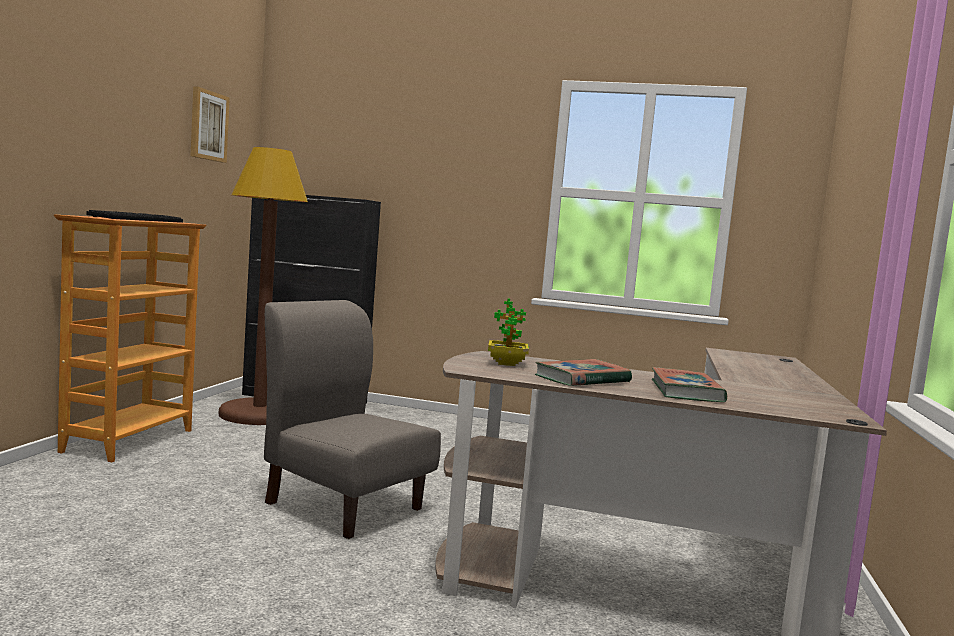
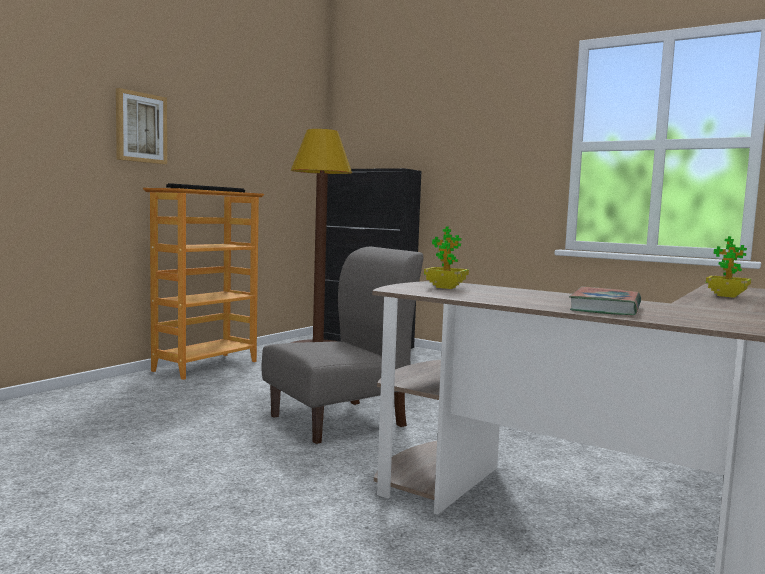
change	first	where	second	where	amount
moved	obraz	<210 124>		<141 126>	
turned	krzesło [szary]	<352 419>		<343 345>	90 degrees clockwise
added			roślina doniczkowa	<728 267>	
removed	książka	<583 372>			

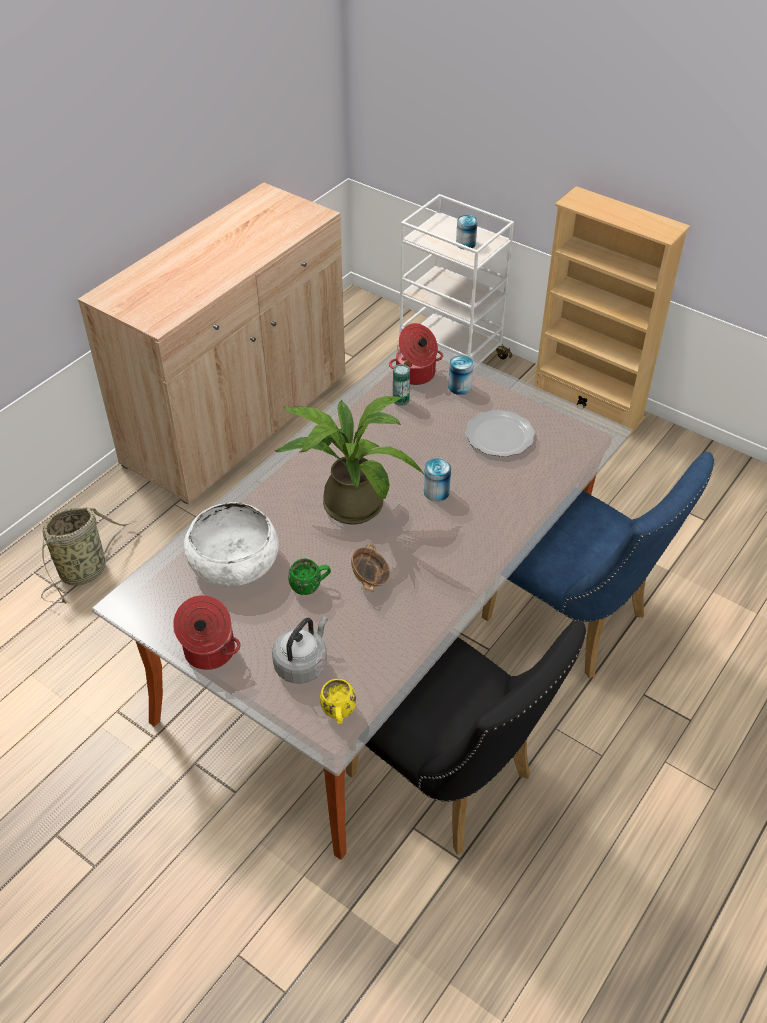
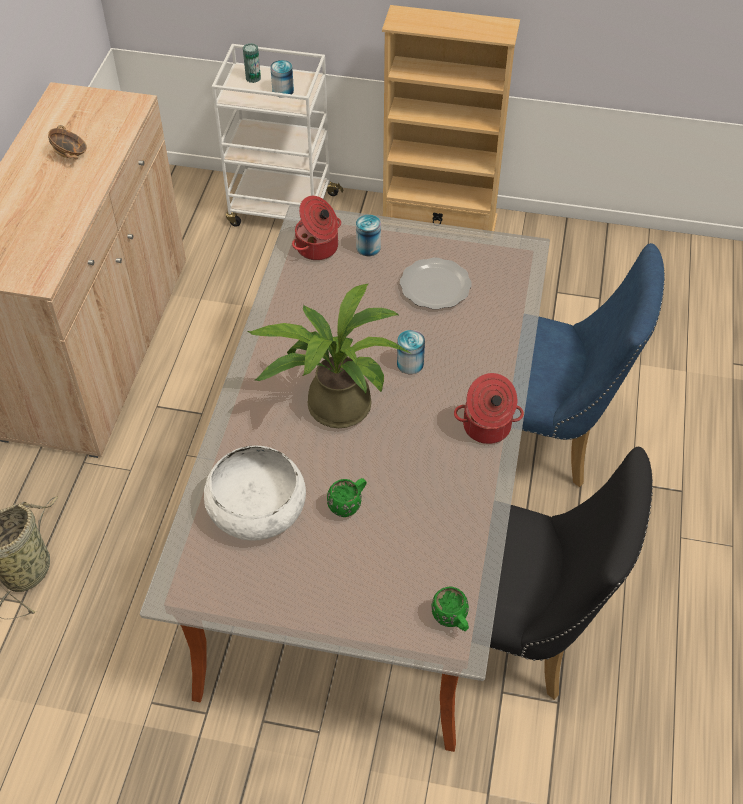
change	first	where	second	where	amount
moved	miska	<370 567>		<67 142>	
moved	puszka	<401 385>		<252 63>	
recoloured	kubek [żółty]	<338 701>	kubek [zielony]	<450 609>	
moved	garnek	<206 632>		<489 408>	
removed	czajnik [szary]	<300 650>			

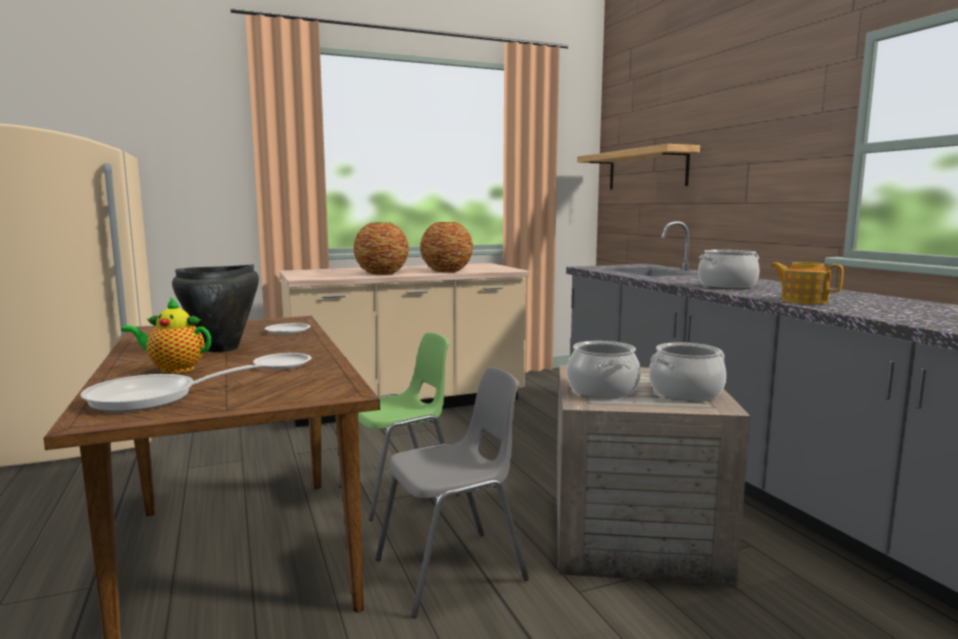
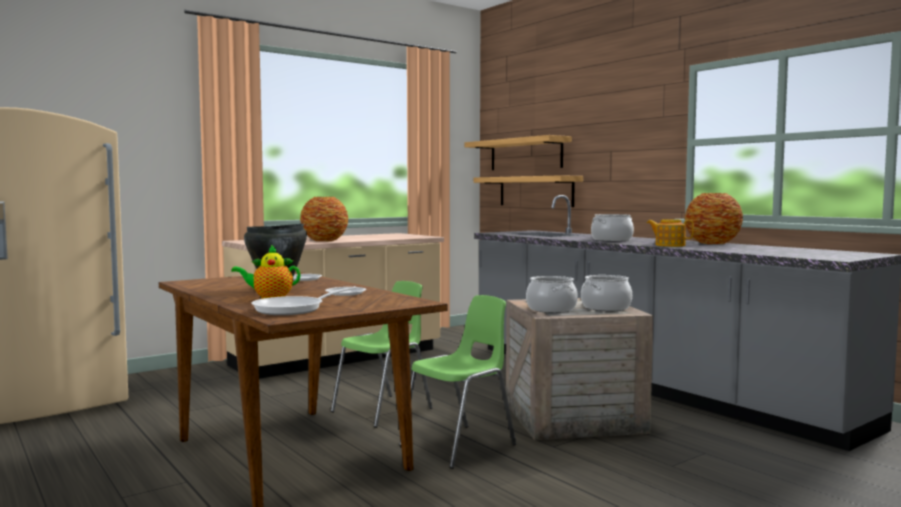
change	first	where	second	where	amount
recoloured	krzesło [szary]	<452 492>	krzesło [zielony]	<457 382>	
added			półka	<528 191>	
moved	wazon	<446 247>		<714 218>	

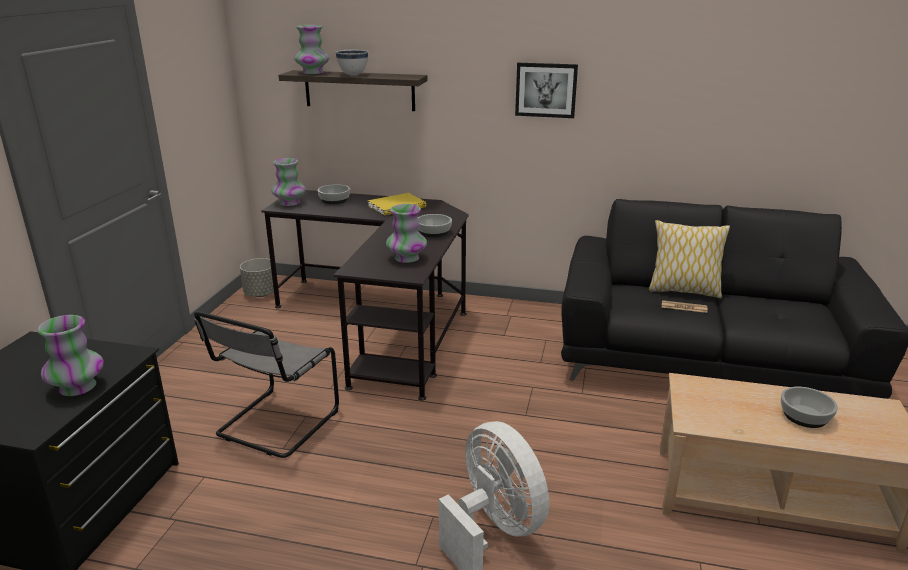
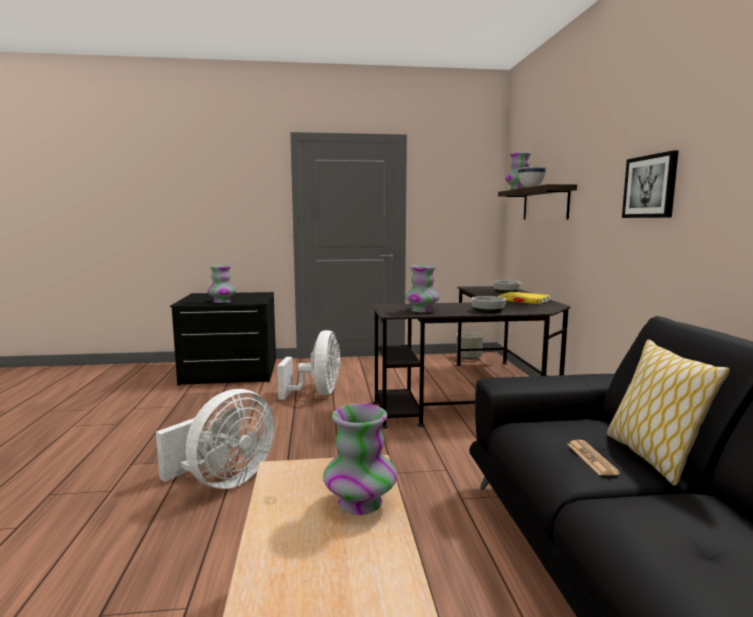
change	first	where	second	where	amount
replaced	krzesło [szary]	<266 384>	wentylator [biały]	<308 365>	
moved	wazon	<288 182>		<360 459>	
removed	miska	<809 407>			

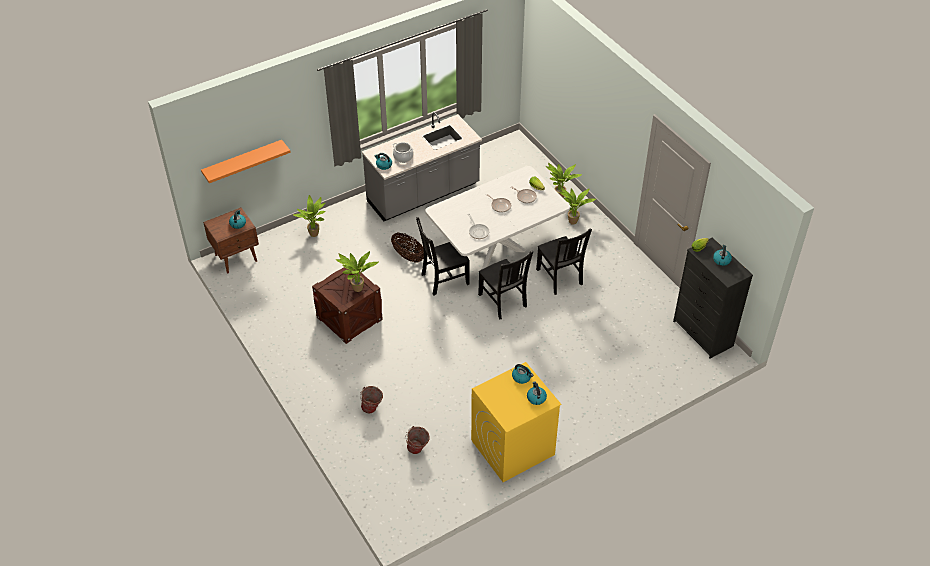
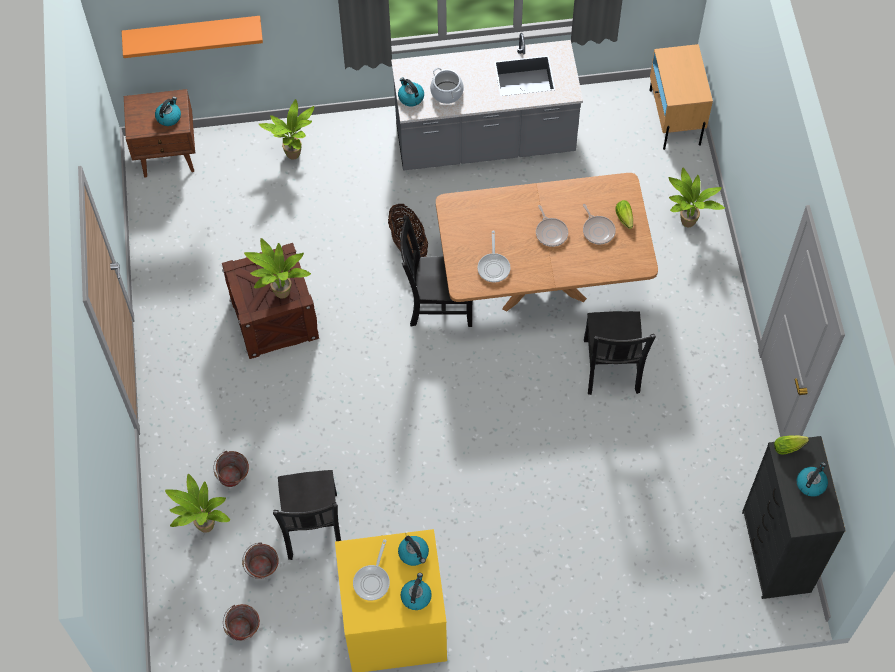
change	first	where	second	where	amount
moved	roślina doniczkowa	<577 206>		<197 503>	
added			wiadro	<241 622>	
moved	krzesło [czarny]	<506 285>		<307 515>	
added			patelnia	<371 570>	
recoloured	stół jadalny [biały]	<497 217>	stół jadalny [brązowy]	<547 242>	
added			szafka nocna [beżowy]	<681 97>	

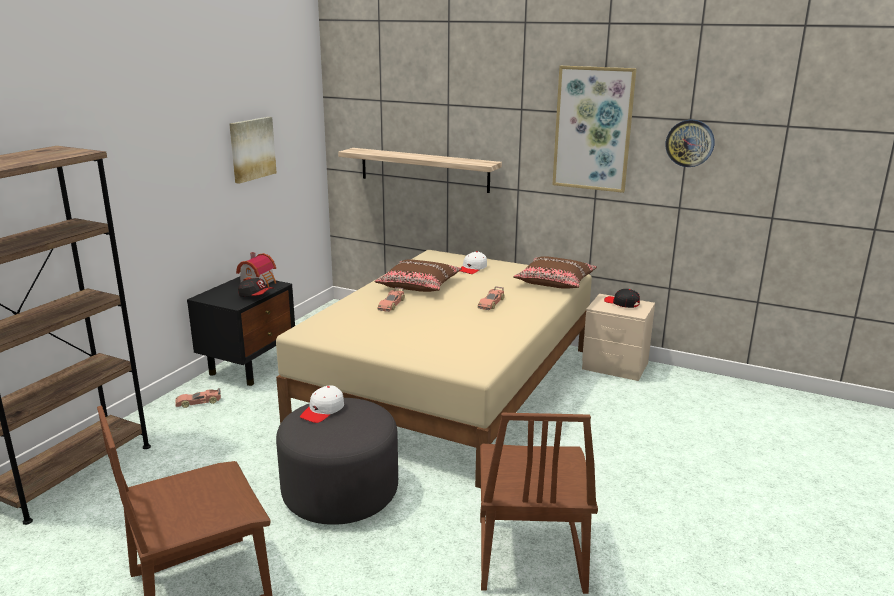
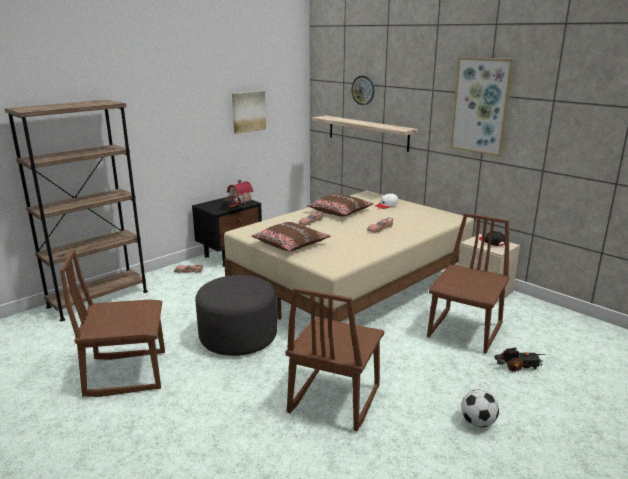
change	first	where	second	where	amount
moved	poduszka [brązowy]	<555 272>		<290 236>	
moved	zegar ścienny	<690 143>		<362 90>	
added			krzesło [brązowy]	<468 283>	
added			piłka futbolowa	<480 408>	
added			ciężarówka zabawkowa	<520 360>	
removed	czapka z daszkiem [biały]	<322 404>			

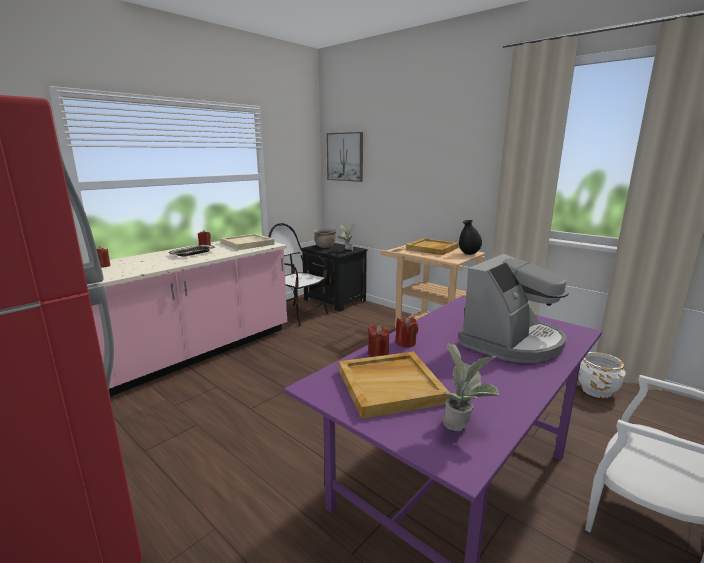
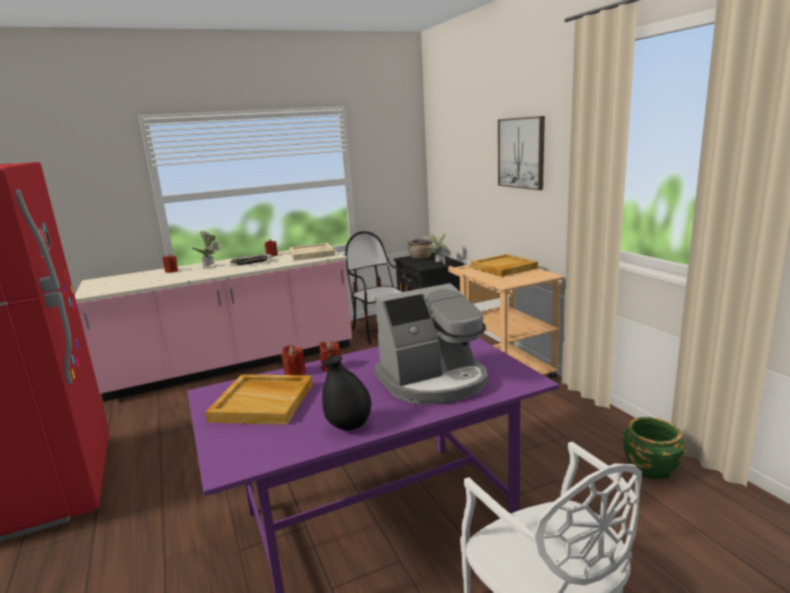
change	first	where	second	where	amount
moved	roślina doniczkowa	<471 387>		<206 249>	
moved	wazon [czarny]	<470 237>		<346 393>	
moved	obraz	<344 157>		<521 153>	
recoloured	donica [biały]	<602 375>	donica [zielony]	<654 449>	

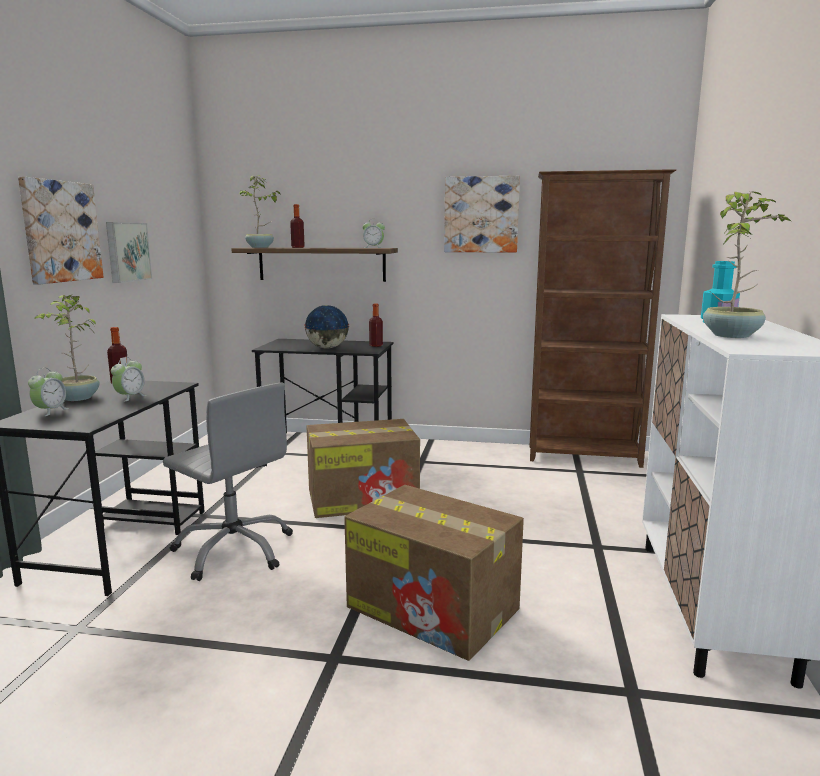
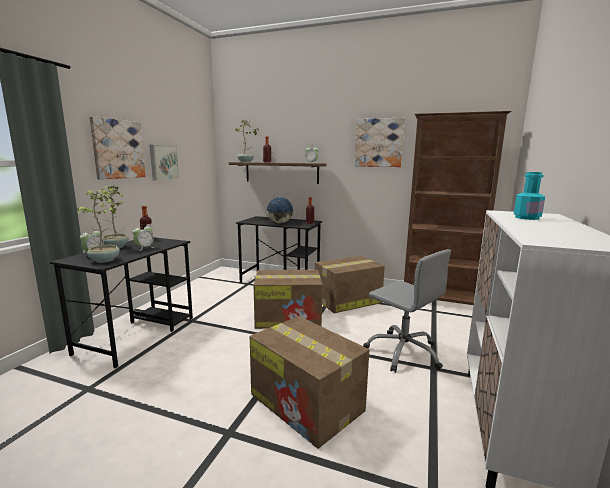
change	first	where	second	where	amount
moved	roślina doniczkowa	<747 265>		<98 226>	
added			karton	<350 284>	
moved	krzesło biurowe [szary]	<228 482>		<407 311>	

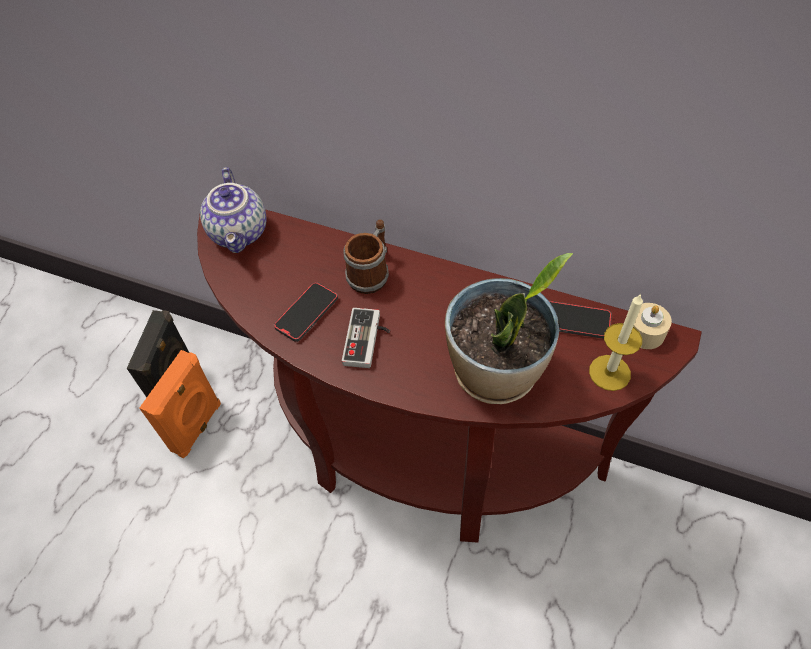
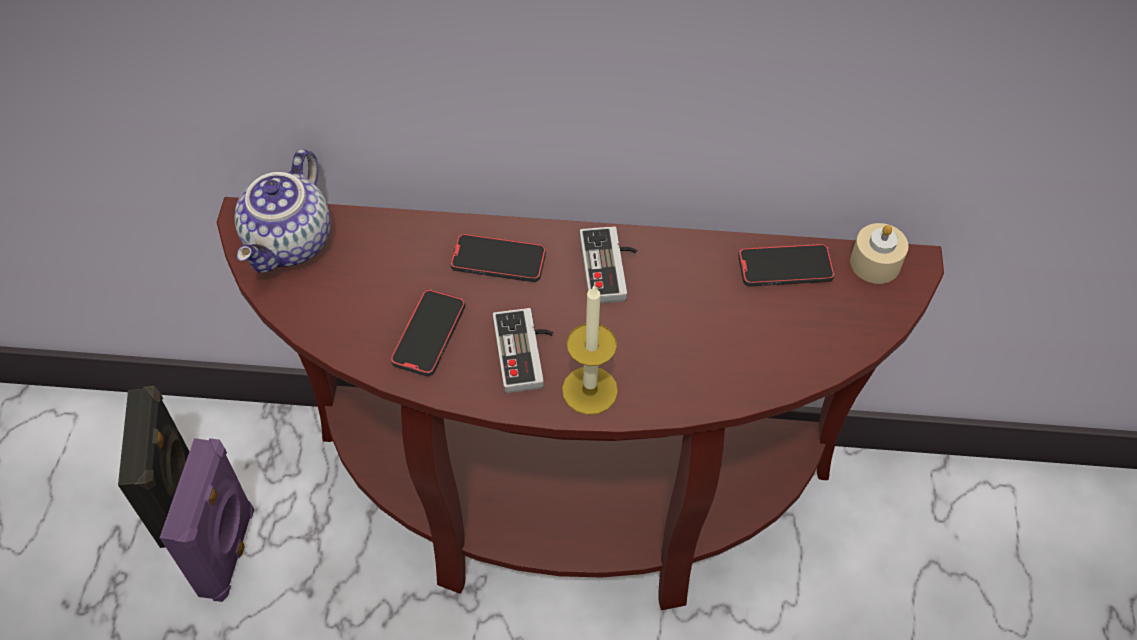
change	first	where	second	where	amount
recoloured	głośnik [pomarańczowy]	<180 404>	głośnik [fioletowy]	<207 520>	
turned	imbryk	<233 210>		<282 211>	45 degrees clockwise
replaced	kubek	<366 257>	telefon	<498 257>	
moved	świeca	<616 342>		<590 350>	
added			pad do gier	<608 264>	
removed	roślina doniczkowa	<509 328>			

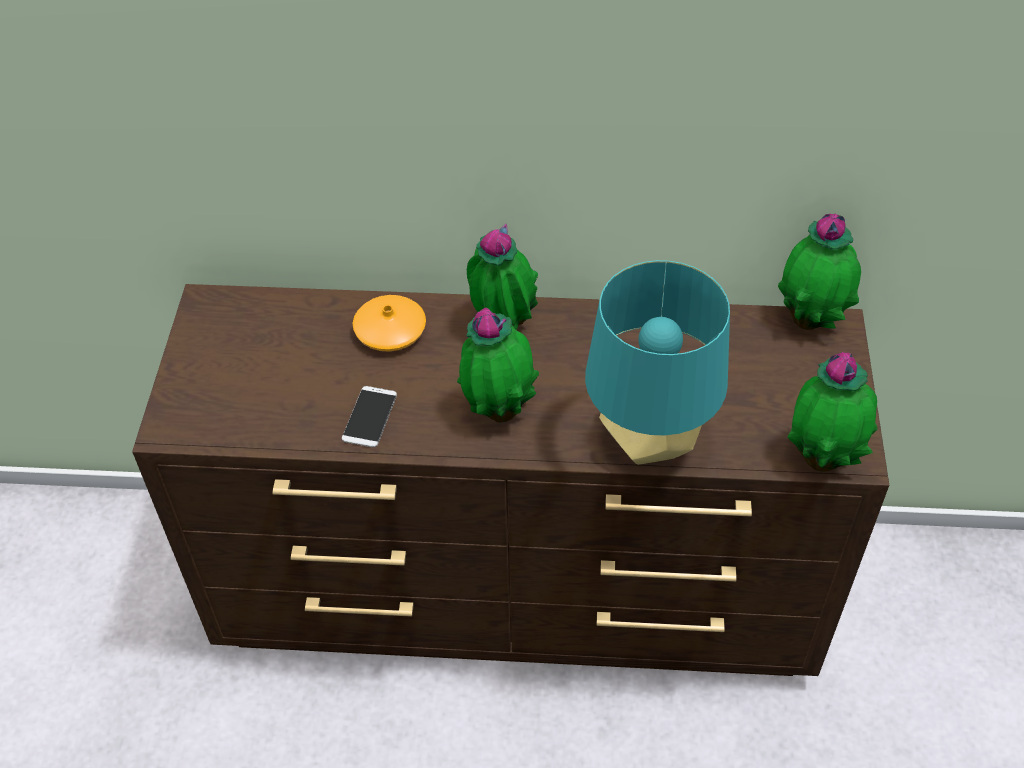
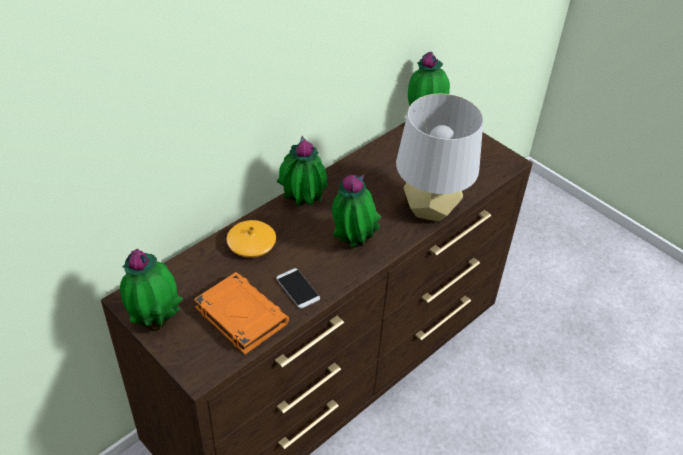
change	first	where	second	where	amount
moved	roślina doniczkowa	<833 412>		<151 289>	
added			książka [pomarańczowy]	<241 313>	
recoloured	lampa stołowa [turkusowy]	<657 362>	lampa stołowa [szary]	<439 157>	

